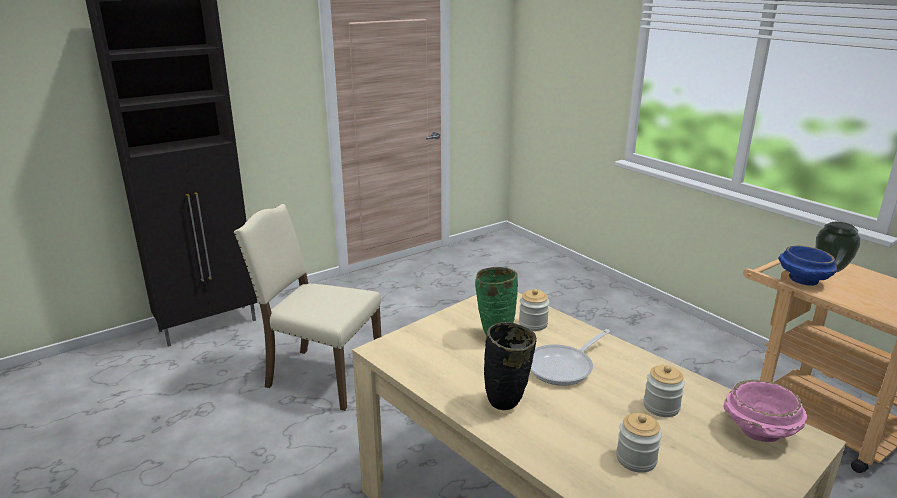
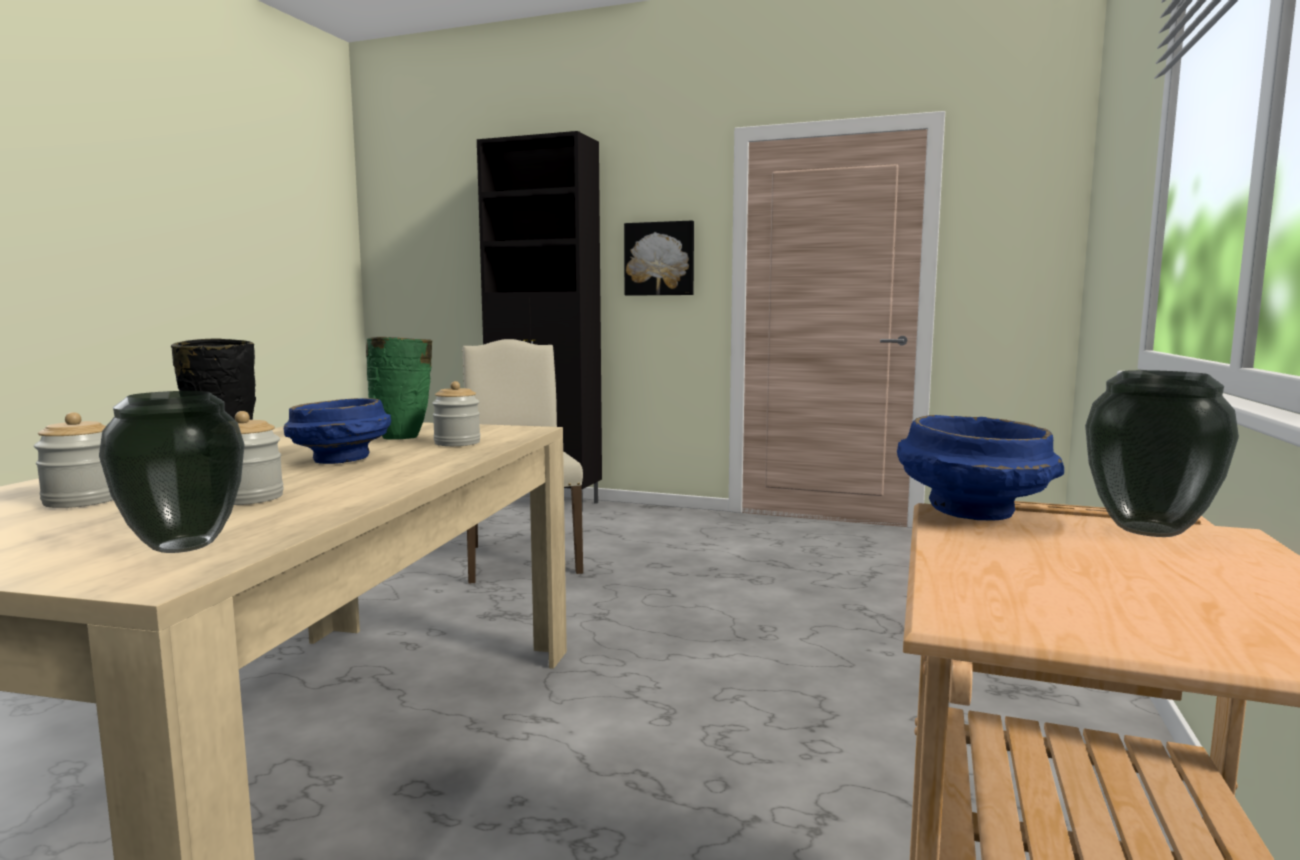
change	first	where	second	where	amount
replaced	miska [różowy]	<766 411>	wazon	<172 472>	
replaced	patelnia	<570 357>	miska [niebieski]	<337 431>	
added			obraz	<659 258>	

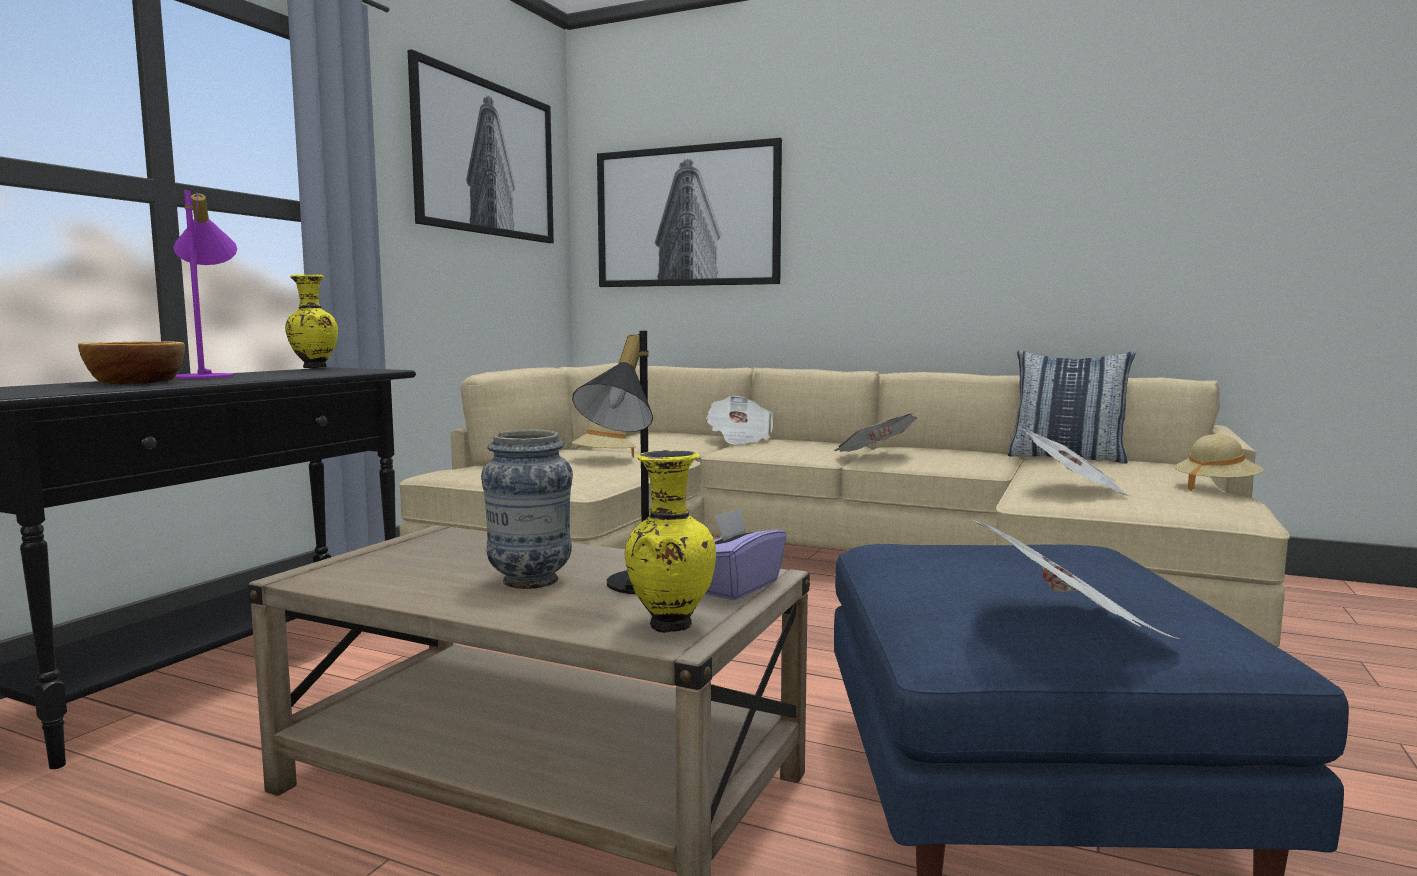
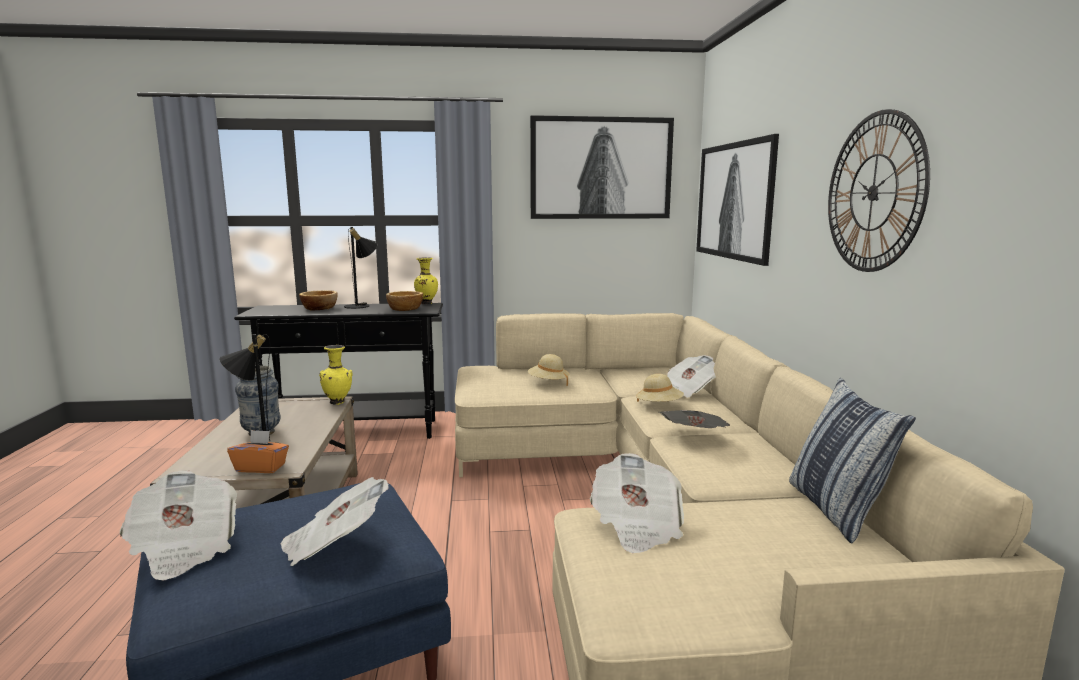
change	first	where	second	where	amount
recoloured	pudełko chusteczek [fioletowy]	<745 554>	pudełko chusteczek [pomarańczowy]	<258 451>	
added			gazeta	<335 521>	
moved	wazon [żółty]	<670 541>		<336 375>	
recoloured	lampa stołowa [fioletowy]	<205 284>	lampa stołowa [czarny]	<360 268>	
added			miska	<404 301>	
moved	kapelusz [beżowy]	<1219 462>		<660 388>	
added			zegar ścienny	<879 190>	

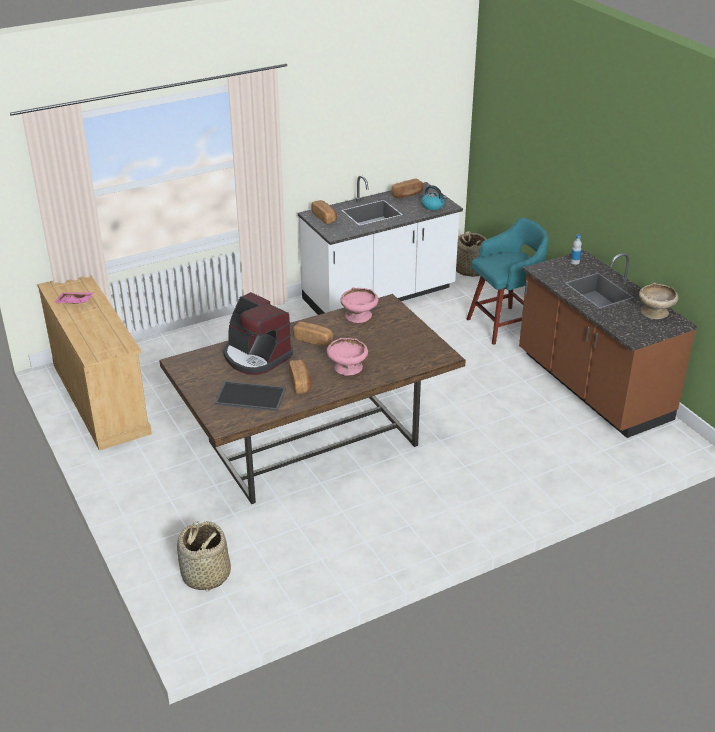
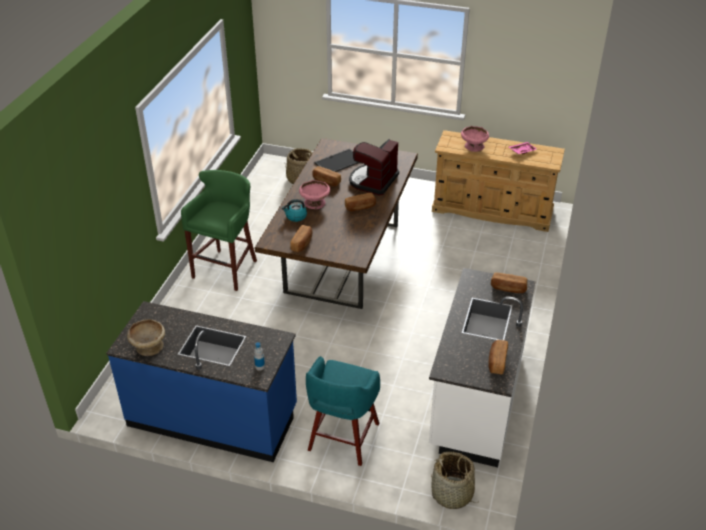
change	first	where	second	where	amount
recoloured	zabudowa kuchenna [brązowy]	<608 344>	zabudowa kuchenna [niebieski]	<202 381>	
added			stołek [zielony]	<219 230>	
moved	czajnik	<433 197>		<294 210>	
added			chleb	<301 238>	
turned	ekspres do kawy	<258 333>		<374 167>	60 degrees counterclockwise
moved	miska [różowy]	<360 305>		<475 139>	

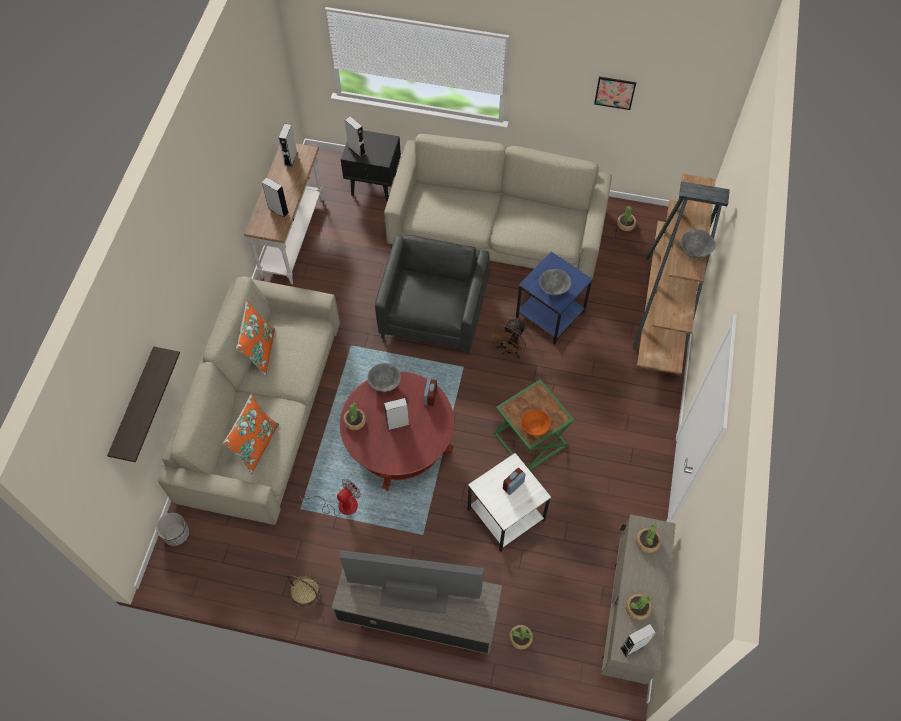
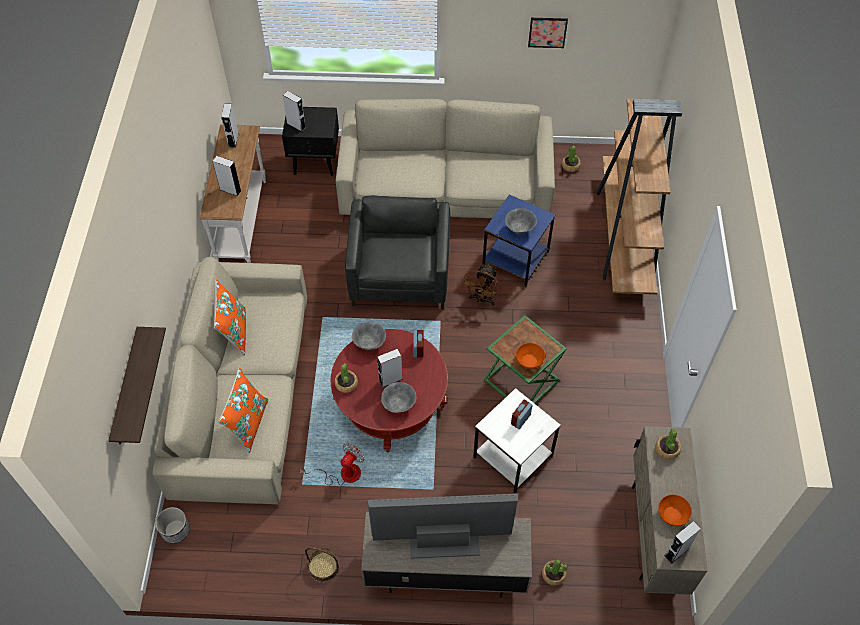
change	first	where	second	where	amount
moved	miska [szary]	<698 244>		<398 397>	
replaced	roślina doniczkowa	<639 607>	miska [pomarańczowy]	<675 510>	

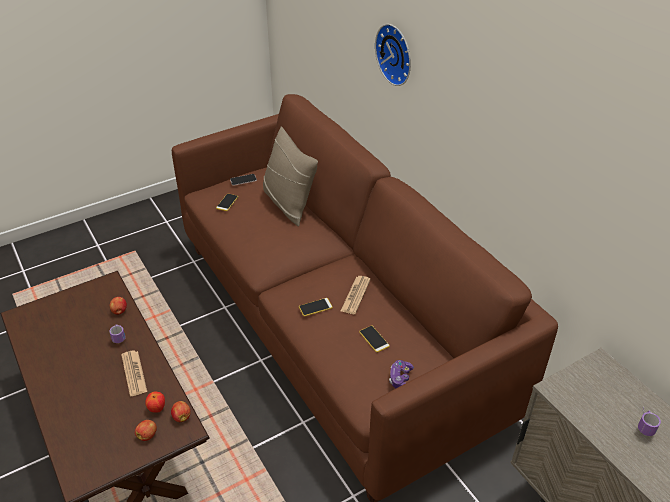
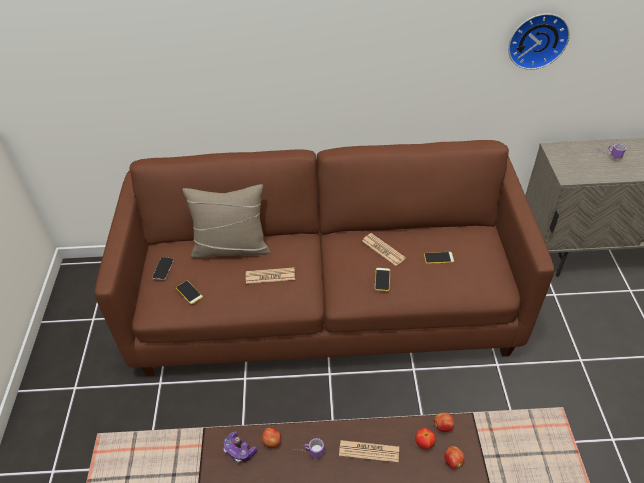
change	first	where	second	where	amount
moved	pad do gier	<401 374>		<240 447>	
added			gazeta	<270 275>	
moved	zegar ścienny	<393 55>		<539 41>	

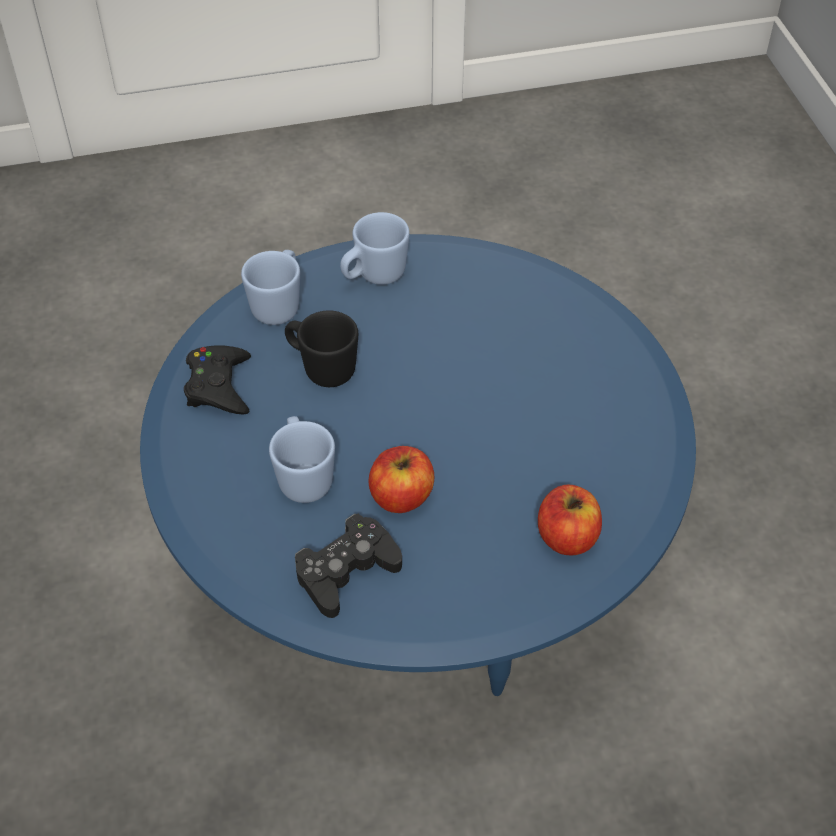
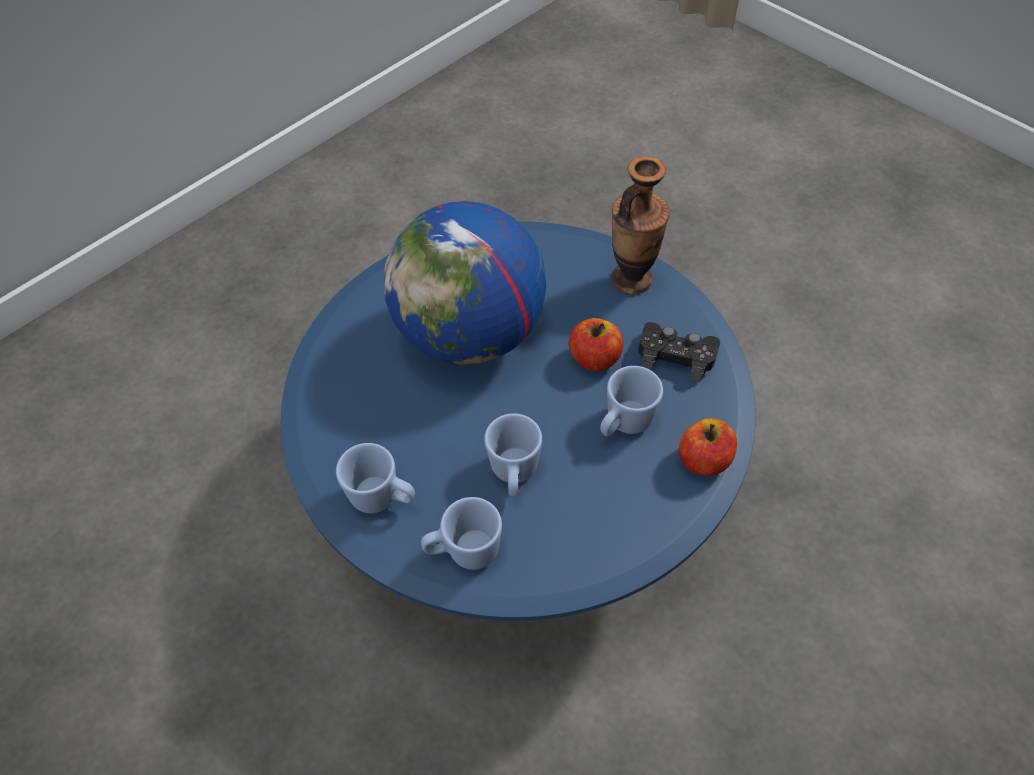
change	first	where	second	where	amount
added			globus	<465 283>	
recoloured	kubek [czarny]	<321 349>	kubek [niebieski]	<513 455>	
added			wazon	<640 225>	
moved	jabłko	<570 520>		<708 447>	
removed	pad do gier [czarny]	<217 380>			

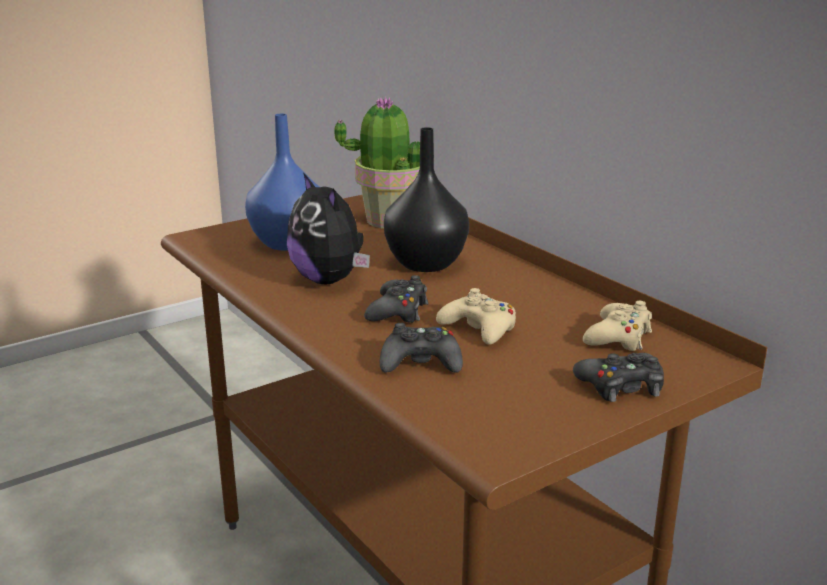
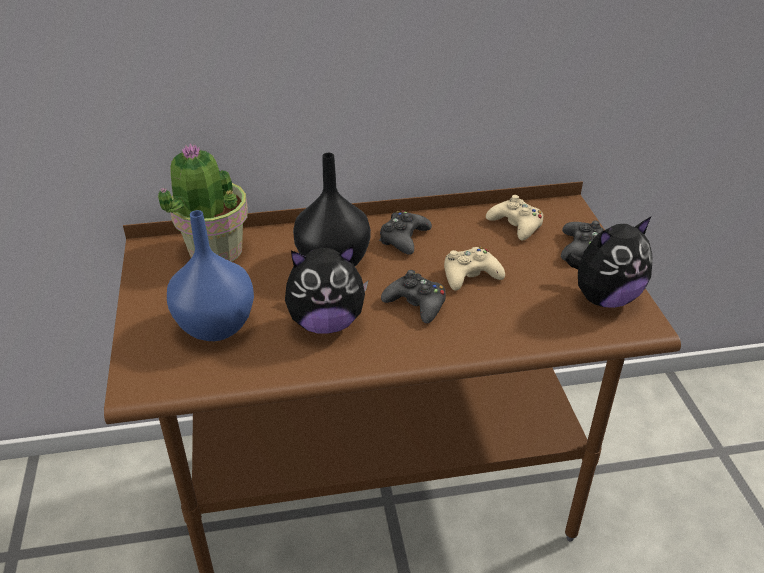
change	first	where	second	where	amount
moved	pad do gier [czarny]	<421 348>		<405 233>	
added			pluszak	<608 262>	

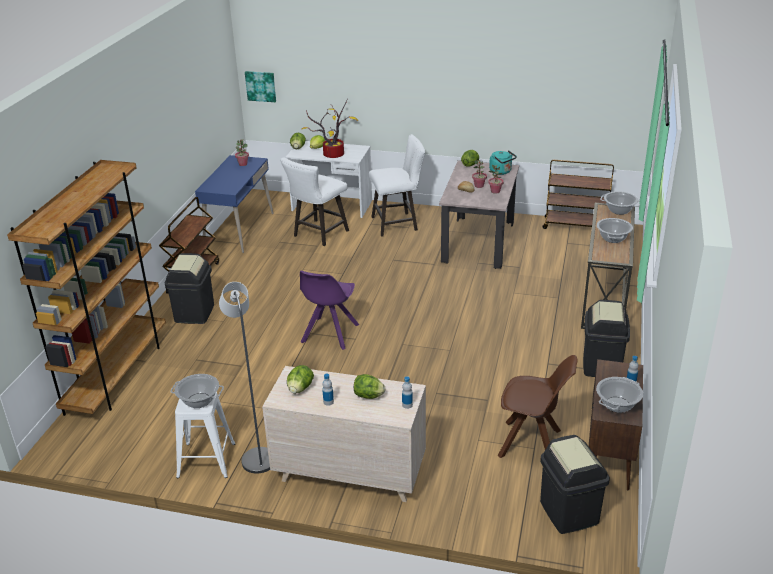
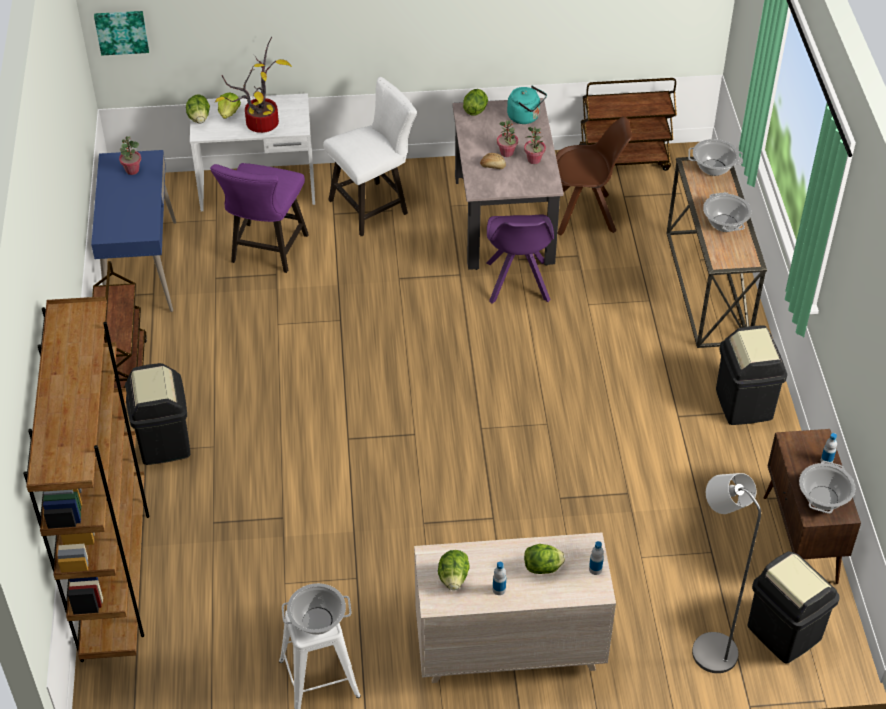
change	first	where	second	where	amount
recoloured	stołek [biały]	<314 201>	stołek [fioletowy]	<259 218>	
moved	krzesło [fioletowy]	<329 310>		<520 258>	
moved	krzesło [brązowy]	<538 406>		<594 176>	
moved	lampa stojąca [szary]	<244 377>		<726 573>	

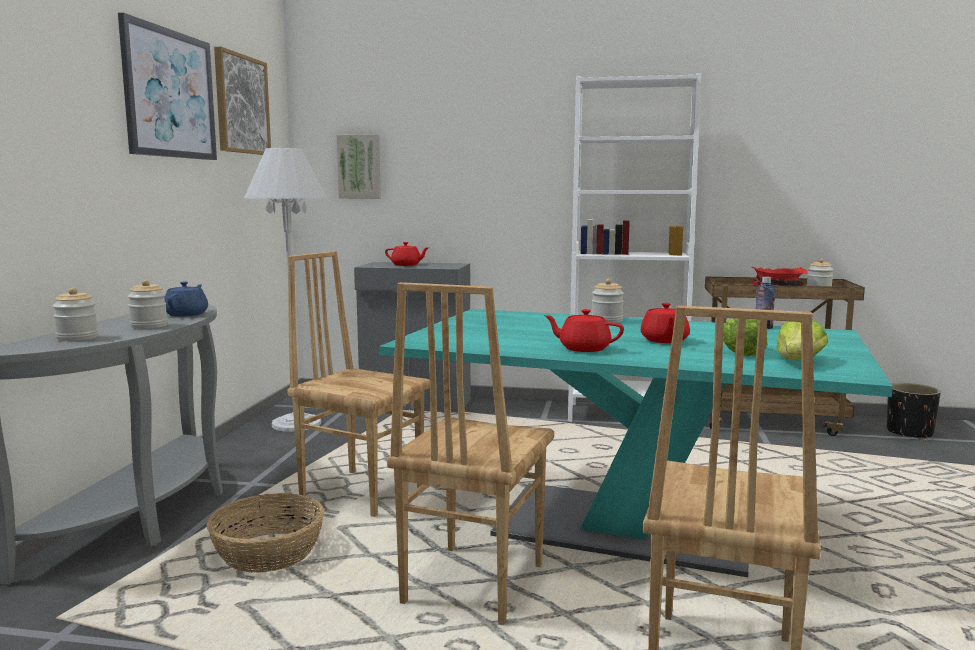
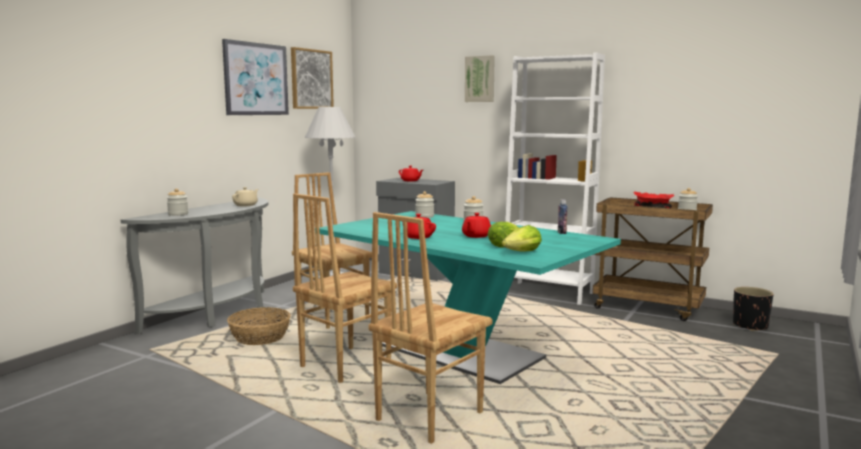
change	first	where	second	where	amount
recoloured	imbryk [niebieski]	<186 299>	imbryk [beżowy]	<245 196>	
moved	słoik	<148 304>		<424 204>	
moved	obraz	<358 166>		<480 78>	

